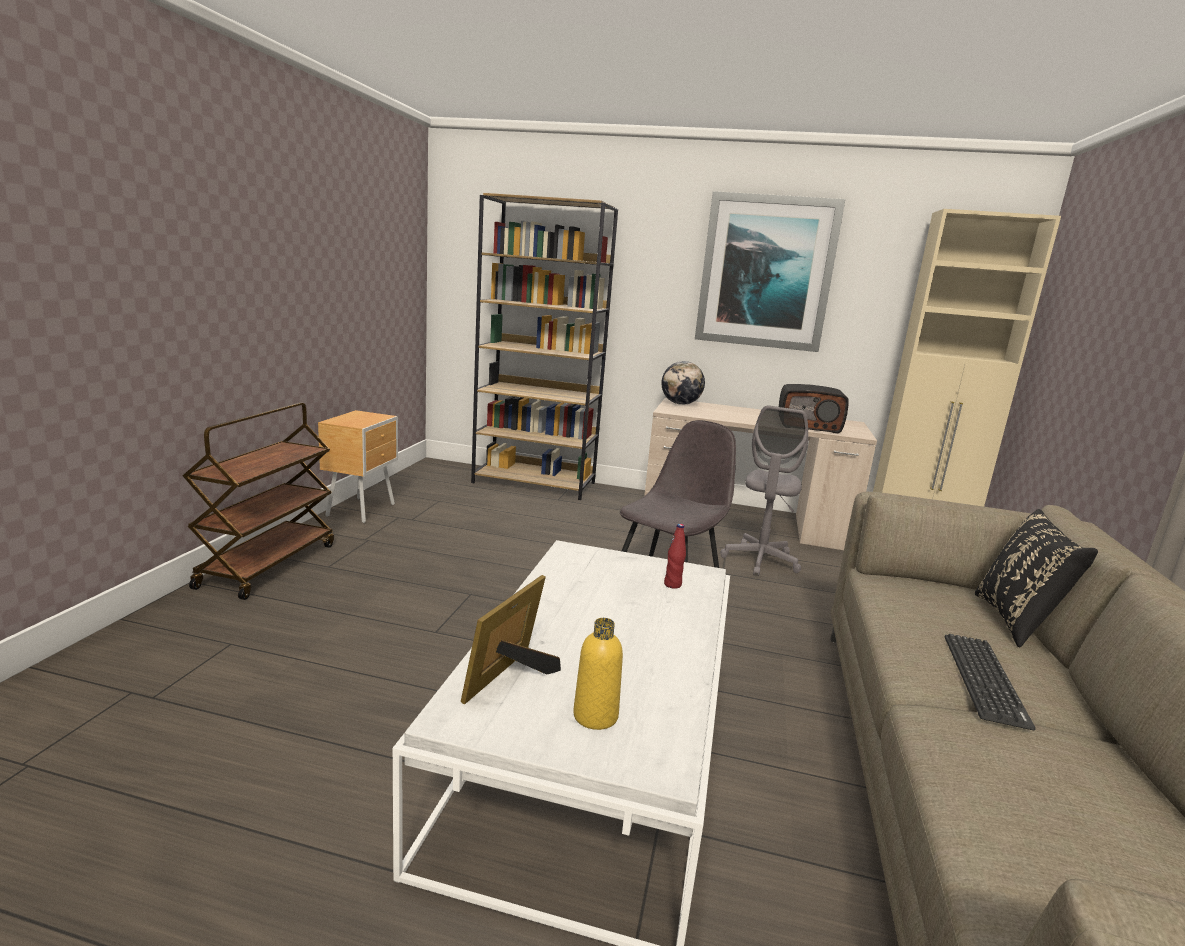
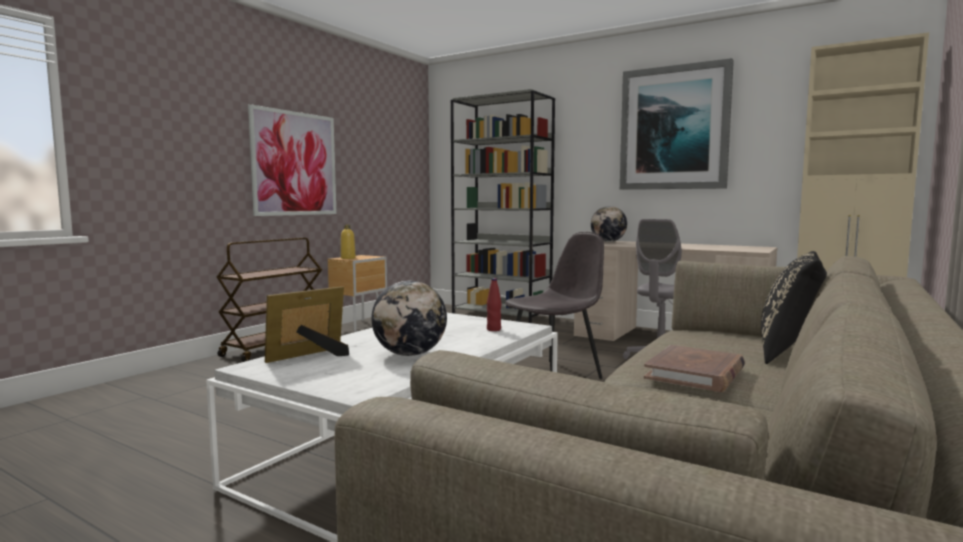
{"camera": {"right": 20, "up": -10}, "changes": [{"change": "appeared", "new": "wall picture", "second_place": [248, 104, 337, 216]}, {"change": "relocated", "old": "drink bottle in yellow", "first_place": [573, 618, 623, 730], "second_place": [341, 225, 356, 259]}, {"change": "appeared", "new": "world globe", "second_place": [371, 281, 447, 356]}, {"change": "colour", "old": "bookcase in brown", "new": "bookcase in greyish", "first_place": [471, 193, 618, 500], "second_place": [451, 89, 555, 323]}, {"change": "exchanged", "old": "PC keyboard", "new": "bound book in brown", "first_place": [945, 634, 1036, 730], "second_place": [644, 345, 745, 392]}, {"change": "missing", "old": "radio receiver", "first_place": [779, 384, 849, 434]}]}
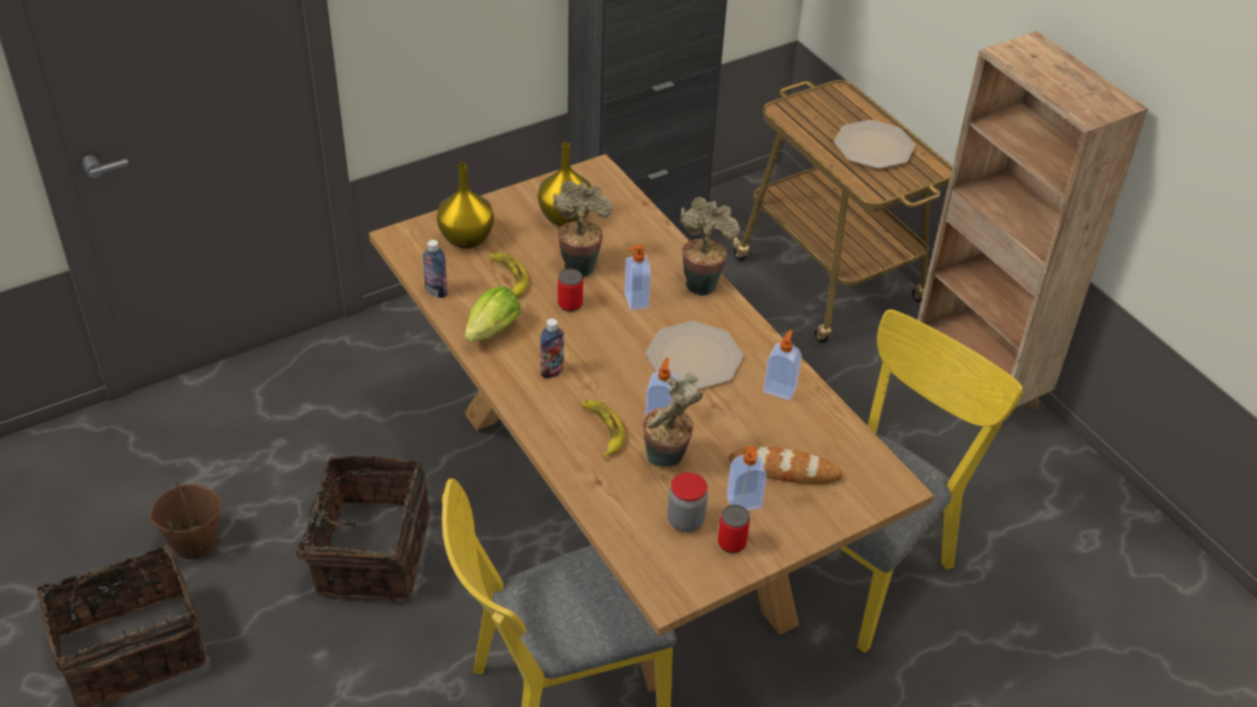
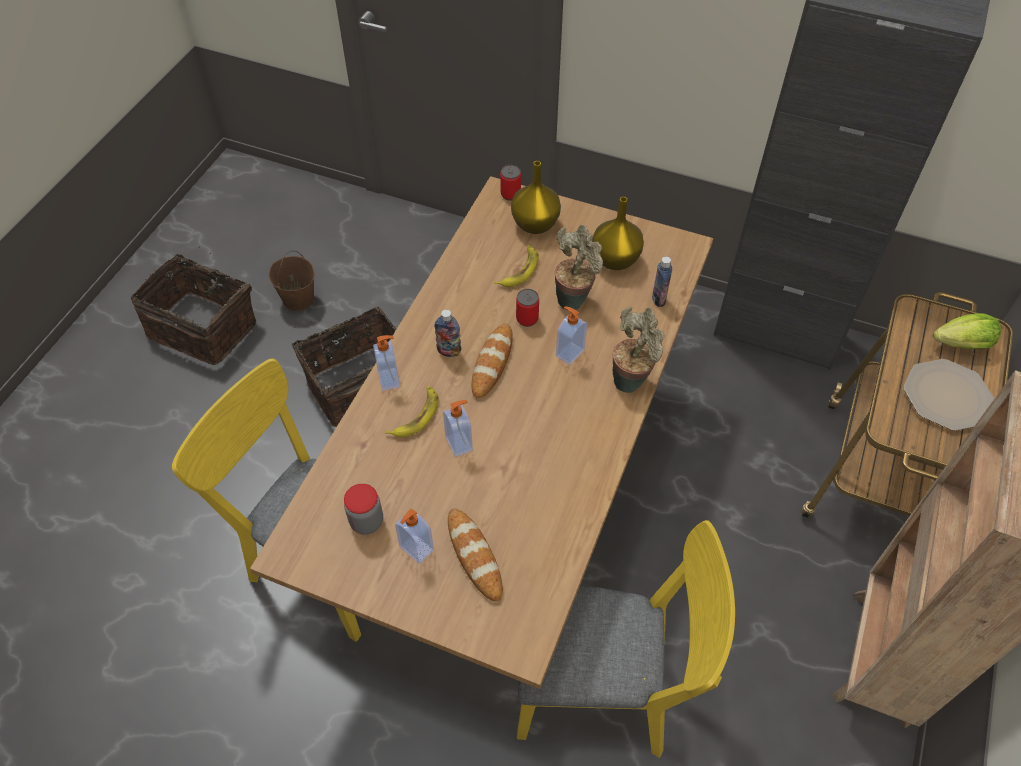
{"camera": {"right": 55, "up": 10}, "changes": [{"change": "relocated", "old": "liquid soap bottle", "first_place": [763, 330, 802, 400], "second_place": [373, 335, 400, 391]}, {"change": "appeared", "new": "bread", "second_place": [471, 324, 513, 398]}, {"change": "relocated", "old": "can", "first_place": [718, 505, 750, 553], "second_place": [500, 165, 521, 201]}, {"change": "relocated", "old": "drink bottle", "first_place": [423, 240, 448, 298], "second_place": [652, 257, 672, 307]}, {"change": "relocated", "old": "lettuce head", "first_place": [465, 286, 520, 342], "second_place": [934, 313, 1001, 349]}, {"change": "missing", "old": "houseplant", "first_place": [643, 373, 703, 467]}, {"change": "missing", "old": "dinner plate", "first_place": [646, 321, 743, 390]}]}
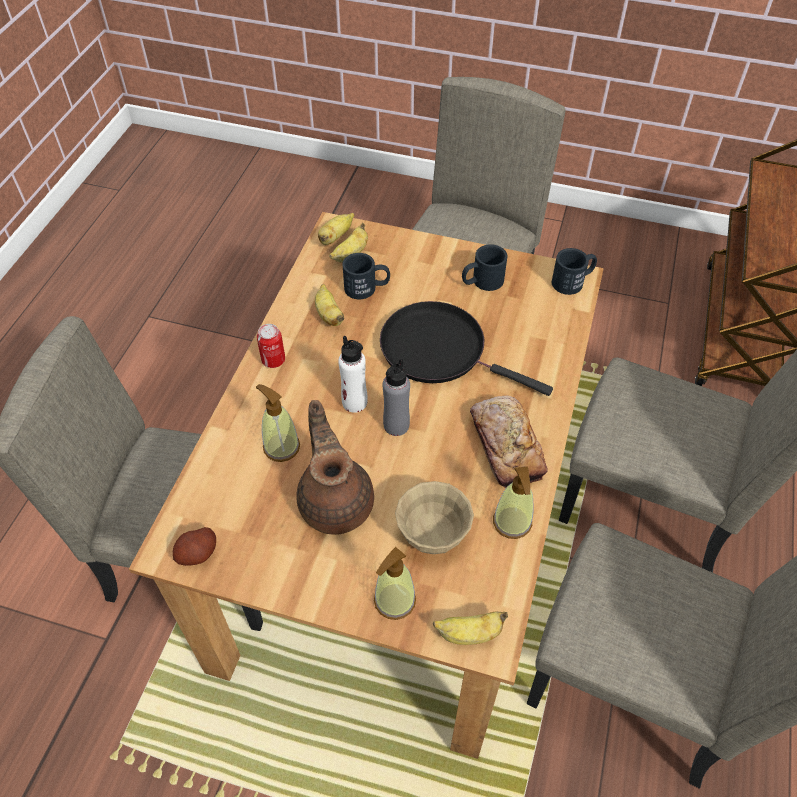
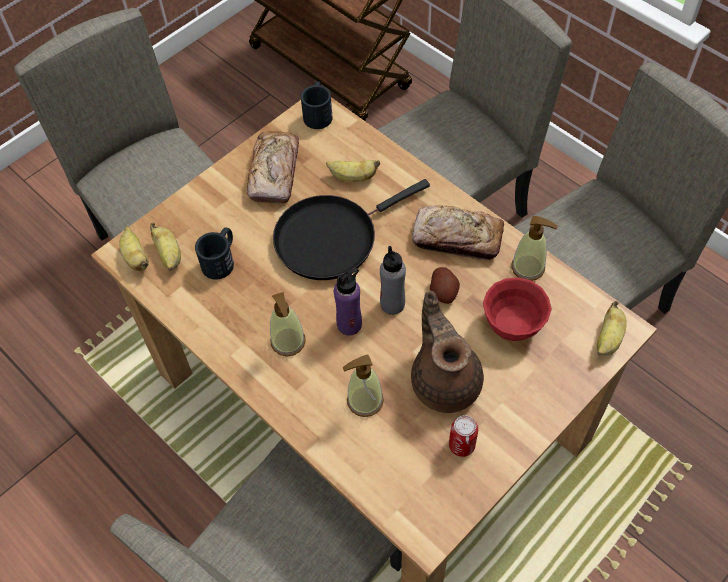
{"camera": {"right": -60, "up": 5}, "changes": [{"change": "exchanged", "old": "mug in black-coloured", "new": "bread", "first_place": [462, 244, 508, 291], "second_place": [247, 131, 299, 204]}, {"change": "relocated", "old": "liquid soap bottle", "first_place": [374, 547, 416, 620], "second_place": [270, 292, 306, 357]}, {"change": "relocated", "old": "banana fruit", "first_place": [315, 284, 345, 326], "second_place": [326, 160, 380, 182]}, {"change": "colour", "old": "drink bottle in whitish", "new": "drink bottle in purple", "first_place": [338, 336, 368, 413], "second_place": [334, 268, 362, 335]}, {"change": "spun", "old": "tea pot in brown", "first_place": [296, 400, 374, 535], "second_place": [411, 291, 484, 413], "degrees": 60}, {"change": "relocated", "old": "whole potato", "first_place": [173, 527, 216, 566], "second_place": [430, 267, 460, 304]}, {"change": "relocated", "old": "can", "first_place": [257, 324, 285, 368], "second_place": [449, 415, 478, 457]}, {"change": "colour", "old": "serving bowl in beige-coloured", "new": "serving bowl in red", "first_place": [395, 481, 474, 554], "second_place": [483, 277, 552, 341]}]}
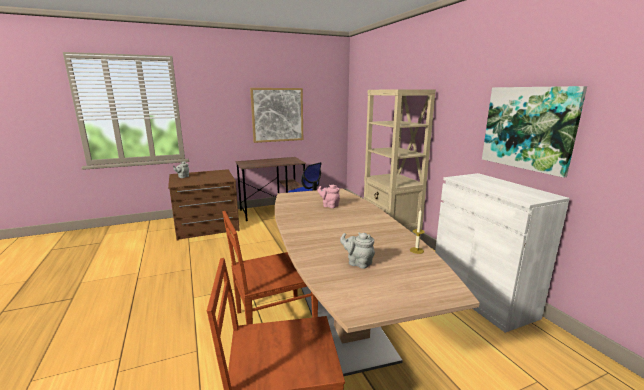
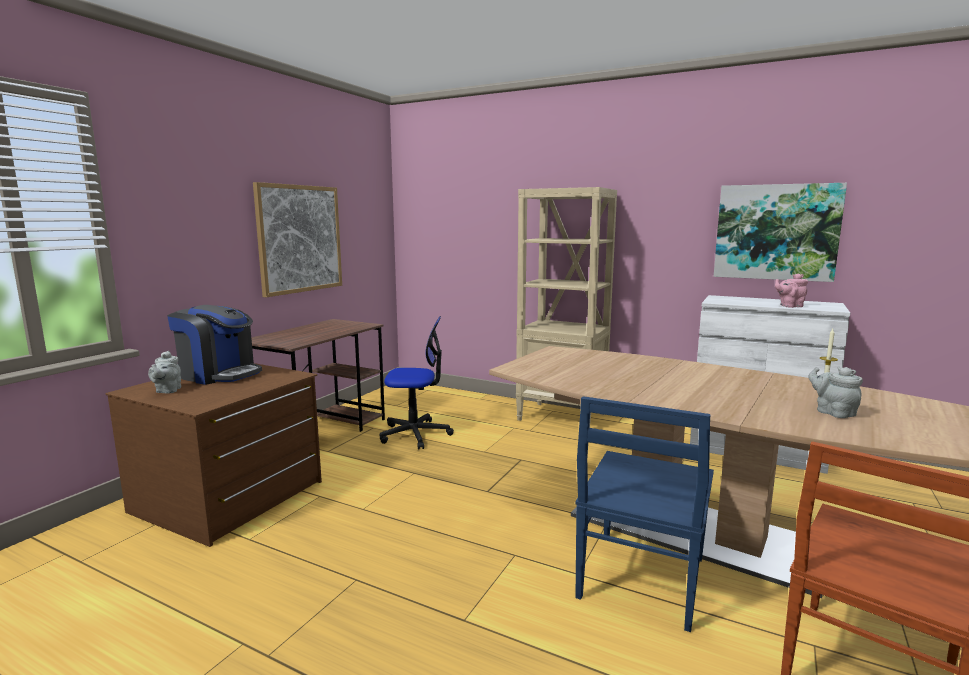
{"camera": {"right": -40, "up": -5}, "changes": [{"change": "appeared", "new": "coffee brewer", "second_place": [167, 305, 262, 385]}, {"change": "colour", "old": "upright chair in brown", "new": "upright chair in blue-coloured", "first_place": [222, 211, 318, 325], "second_place": [575, 396, 714, 632]}, {"change": "relocated", "old": "tea pot in pinkish", "first_place": [318, 184, 340, 208], "second_place": [775, 274, 808, 308]}, {"change": "spun", "old": "tea pot in greyish", "first_place": [340, 233, 375, 269], "second_place": [809, 367, 863, 418], "degrees": 75}]}
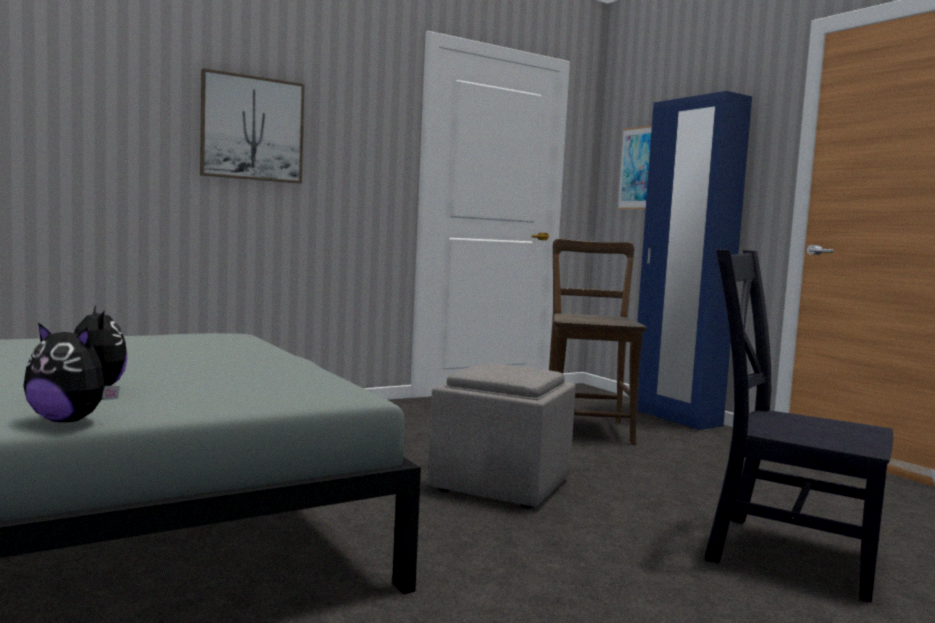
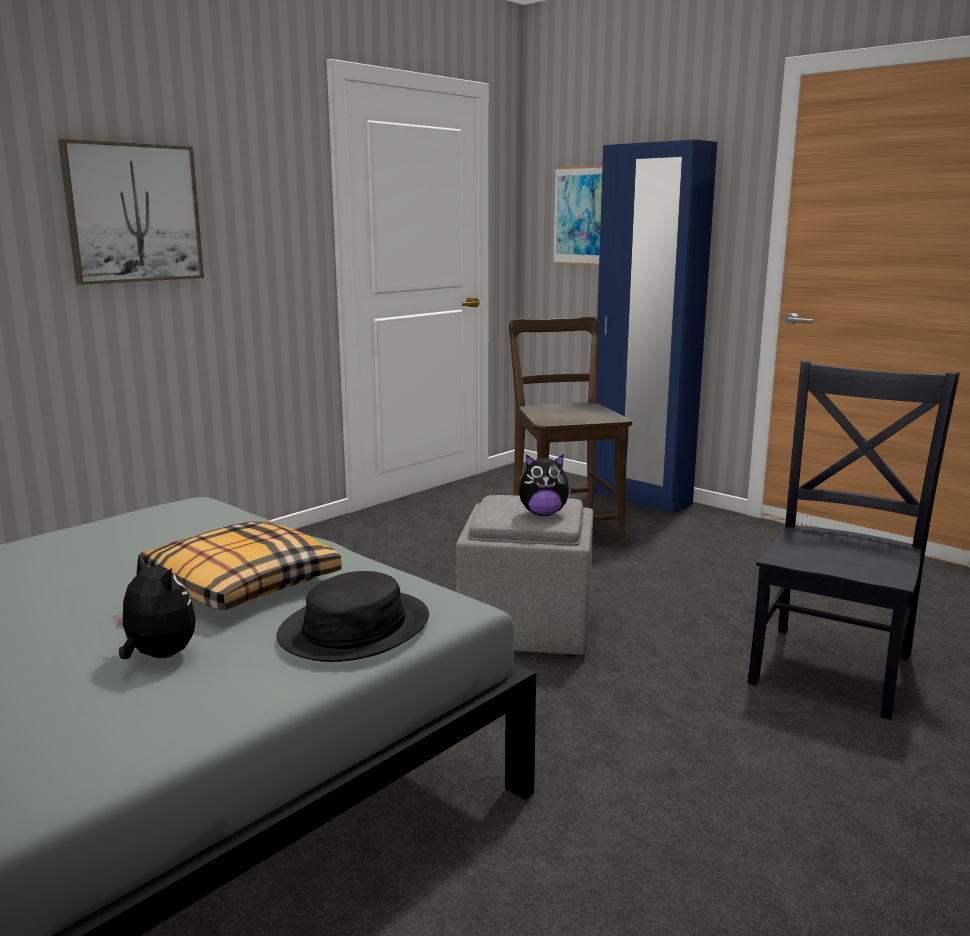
{"camera": {"right": -15, "up": 10}, "changes": [{"change": "appeared", "new": "throw pillow", "second_place": [141, 521, 342, 610]}, {"change": "appeared", "new": "hat in black-coloured", "second_place": [276, 571, 429, 662]}, {"change": "relocated", "old": "plush toy", "first_place": [23, 323, 120, 422], "second_place": [519, 454, 571, 516]}, {"change": "spun", "old": "upright chair in black-coloured", "first_place": [704, 249, 893, 602], "second_place": [747, 360, 960, 720], "degrees": 105}]}
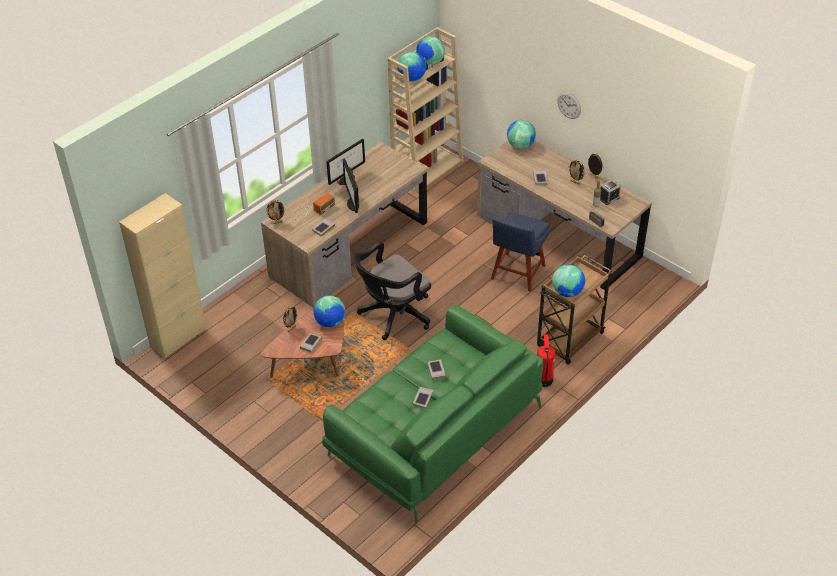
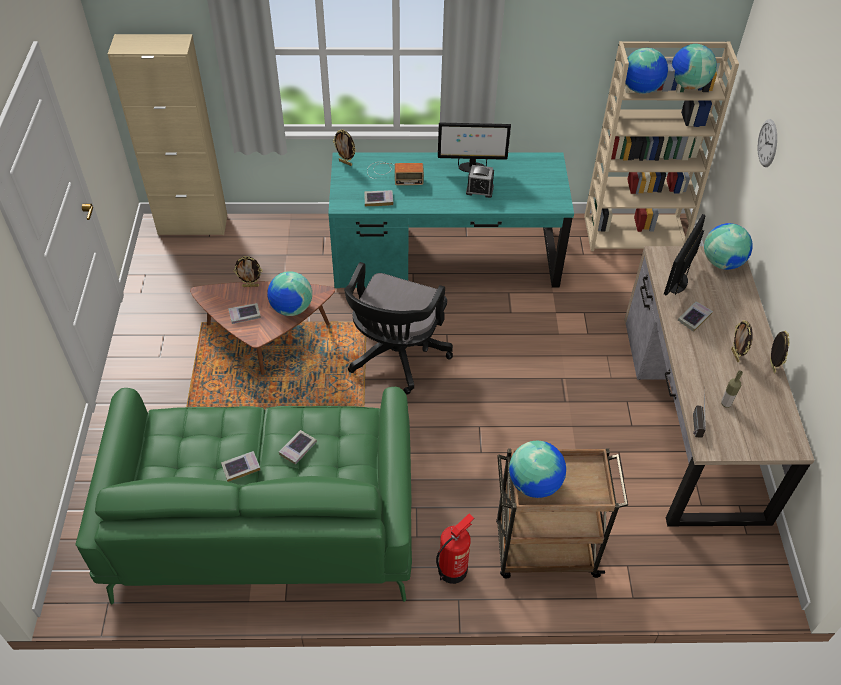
{"camera": {"right": 45, "up": 5}, "changes": [{"change": "colour", "old": "desk in brown", "new": "desk in turquoise", "first_place": [261, 142, 427, 308], "second_place": [328, 152, 574, 288]}, {"change": "spun", "old": "office chair in black-coloured", "first_place": [354, 241, 431, 340], "second_place": [344, 262, 453, 395], "degrees": -75}, {"change": "relocated", "old": "alarm clock", "first_place": [600, 179, 621, 205], "second_place": [466, 165, 494, 198]}, {"change": "relocated", "old": "computer screen", "first_place": [343, 159, 359, 213], "second_place": [664, 214, 705, 295]}, {"change": "relocated", "old": "clock on the wall", "first_place": [557, 92, 581, 119], "second_place": [758, 119, 777, 167]}, {"change": "missing", "old": "upright chair in blue-coloured", "first_place": [491, 212, 550, 292]}]}
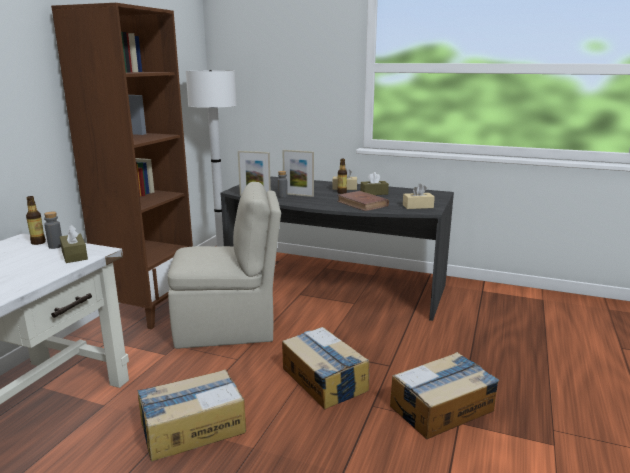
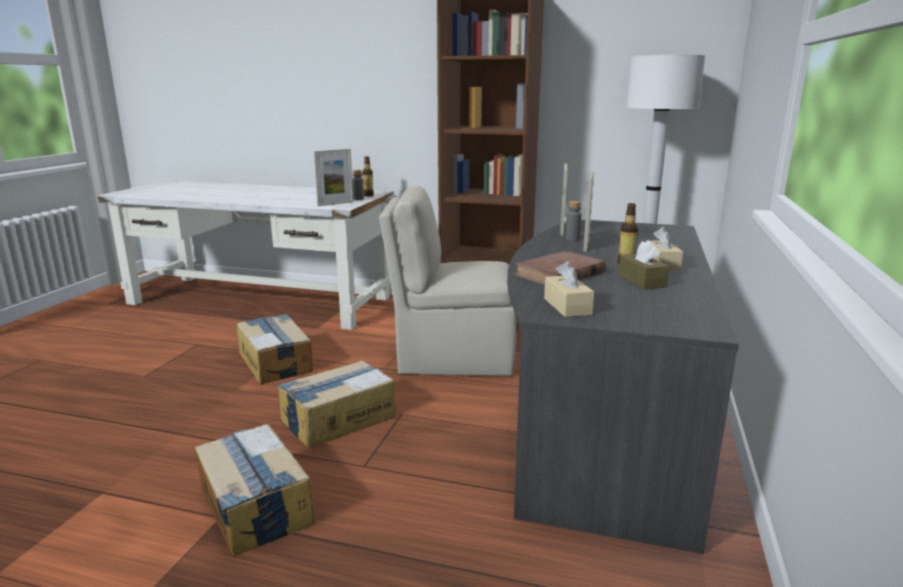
{"camera": {"right": 85, "up": 0}, "changes": [{"change": "exchanged", "old": "tissue holder in brown", "new": "standing frame", "first_place": [60, 225, 88, 263], "second_place": [314, 149, 353, 206]}, {"change": "spun", "old": "upright chair in beige-coloured", "first_place": [168, 182, 281, 349], "second_place": [379, 186, 516, 376], "degrees": 105}]}
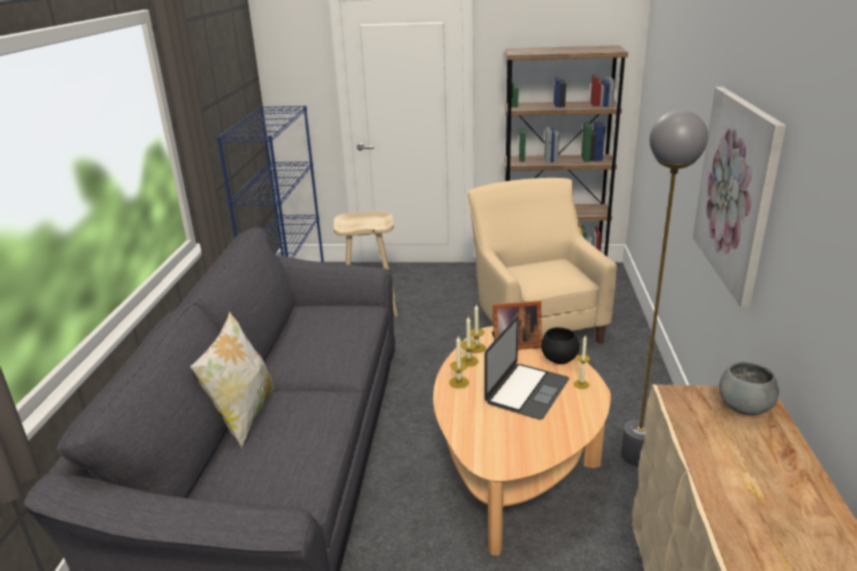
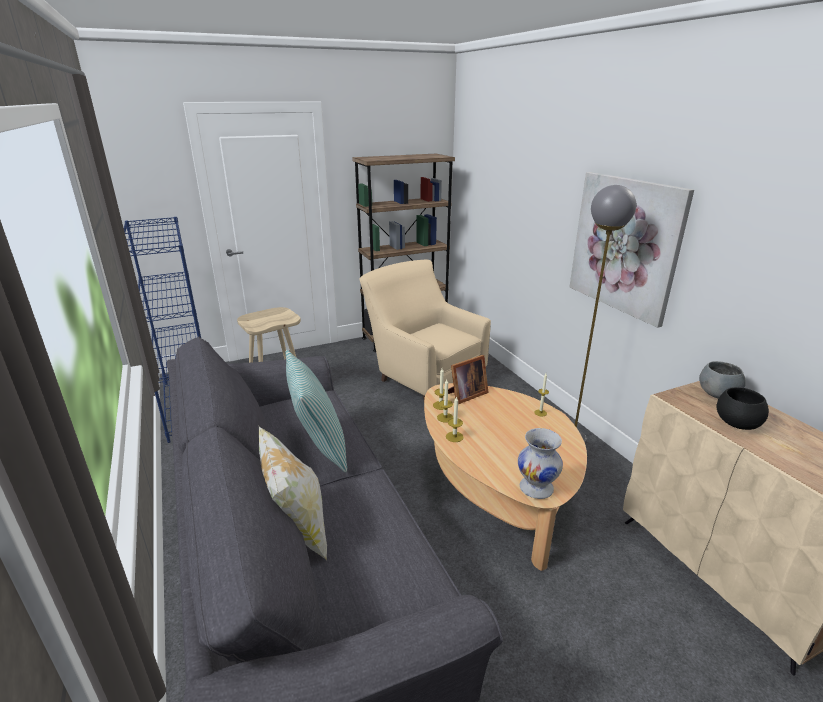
{"camera": {"right": -30, "up": 0}, "changes": [{"change": "appeared", "new": "throw pillow", "second_place": [285, 350, 347, 472]}, {"change": "appeared", "new": "flower vase in whitish", "second_place": [518, 428, 563, 499]}, {"change": "relocated", "old": "serving bowl in black-coloured", "first_place": [541, 327, 579, 364], "second_place": [716, 387, 769, 430]}, {"change": "missing", "old": "laptop", "first_place": [484, 316, 569, 420]}]}
